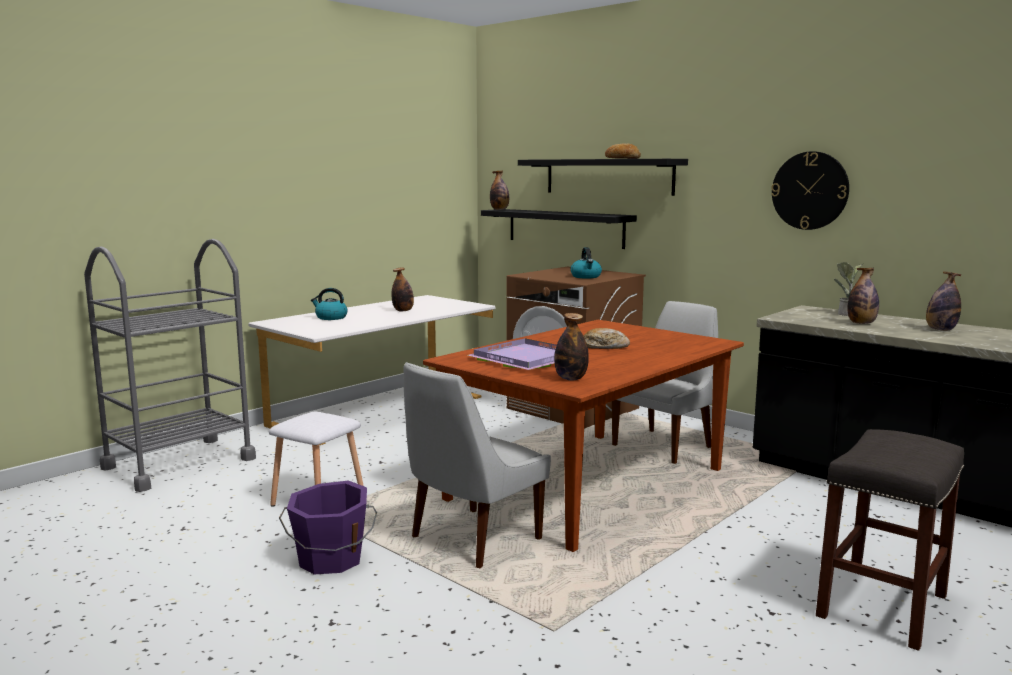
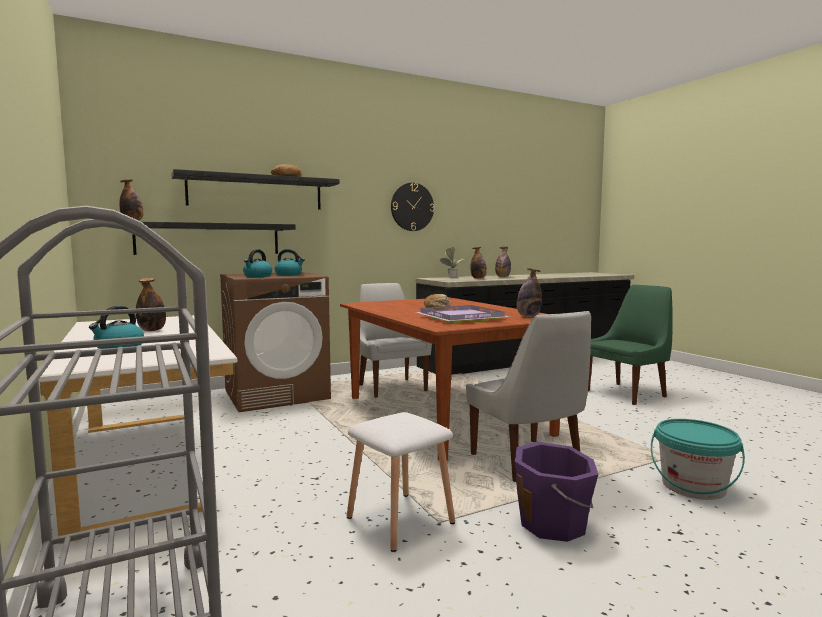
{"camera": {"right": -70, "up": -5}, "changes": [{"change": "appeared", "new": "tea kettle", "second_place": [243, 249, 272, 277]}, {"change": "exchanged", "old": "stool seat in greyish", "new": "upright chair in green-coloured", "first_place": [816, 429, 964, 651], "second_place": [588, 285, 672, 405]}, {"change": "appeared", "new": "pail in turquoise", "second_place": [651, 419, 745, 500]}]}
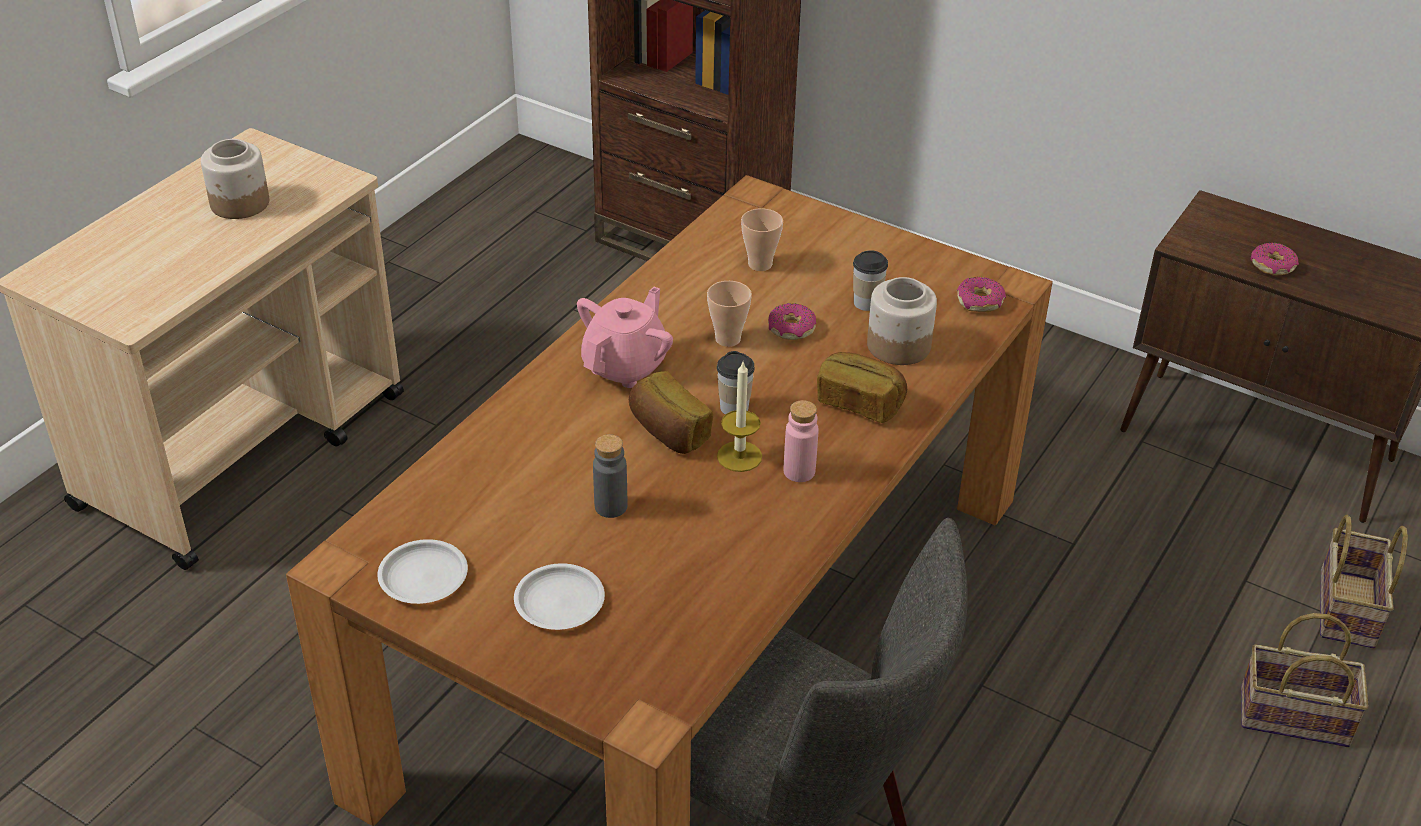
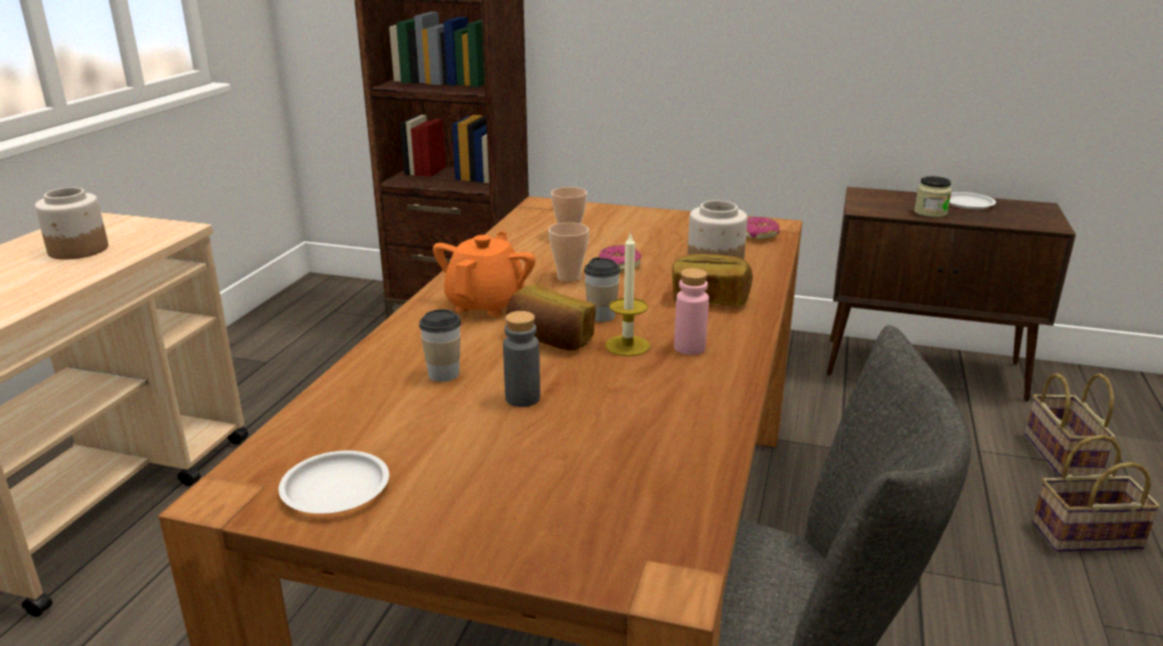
{"camera": {"right": -15, "up": -15}, "changes": [{"change": "relocated", "old": "drinking cup", "first_place": [853, 250, 888, 311], "second_place": [419, 309, 461, 382]}, {"change": "colour", "old": "tea pot in pinkish", "new": "tea pot in orange-coloured", "first_place": [577, 287, 673, 388], "second_place": [433, 231, 536, 317]}, {"change": "exchanged", "old": "ring doughnut", "new": "storage jar", "first_place": [1251, 243, 1299, 275], "second_place": [914, 176, 952, 218]}, {"change": "relocated", "old": "dinner plate in whitish", "first_place": [514, 563, 605, 630], "second_place": [949, 192, 996, 209]}]}
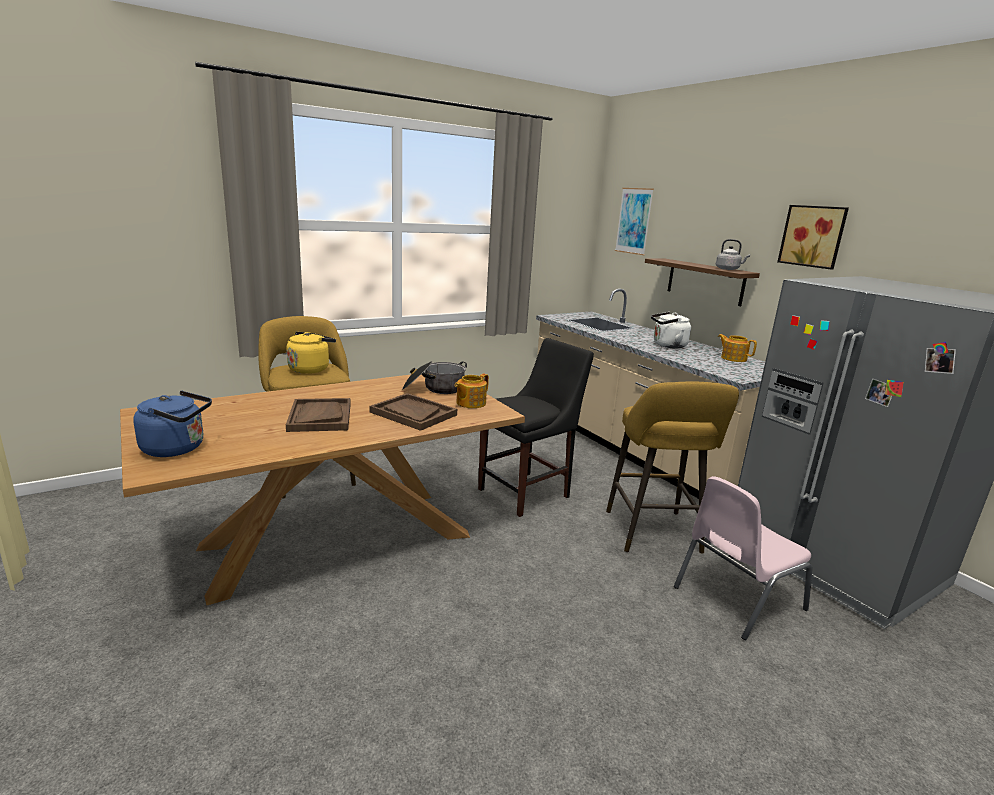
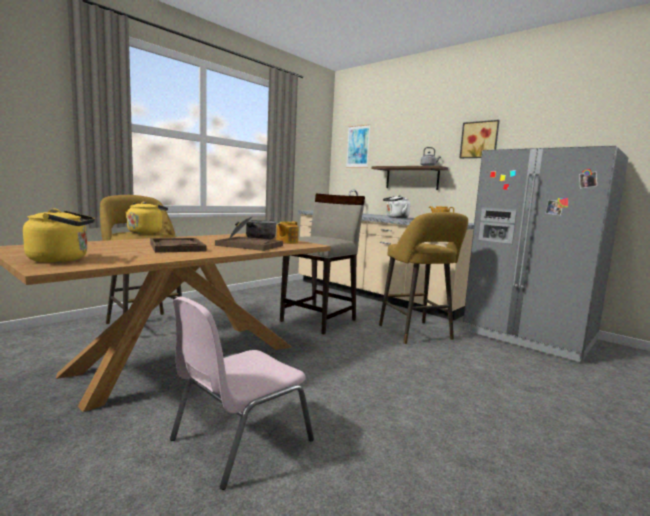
{"camera": {"right": -15, "up": -10}, "changes": [{"change": "colour", "old": "tea kettle in blue-coloured", "new": "tea kettle in yellow", "first_place": [133, 391, 212, 457], "second_place": [23, 209, 95, 263]}, {"change": "relocated", "old": "upright chair in pinkish", "first_place": [674, 476, 812, 640], "second_place": [170, 297, 314, 490]}, {"change": "exchanged", "old": "upright chair in black-coloured", "new": "stool seat in beige-coloured", "first_place": [478, 338, 594, 517], "second_place": [280, 193, 365, 335]}]}
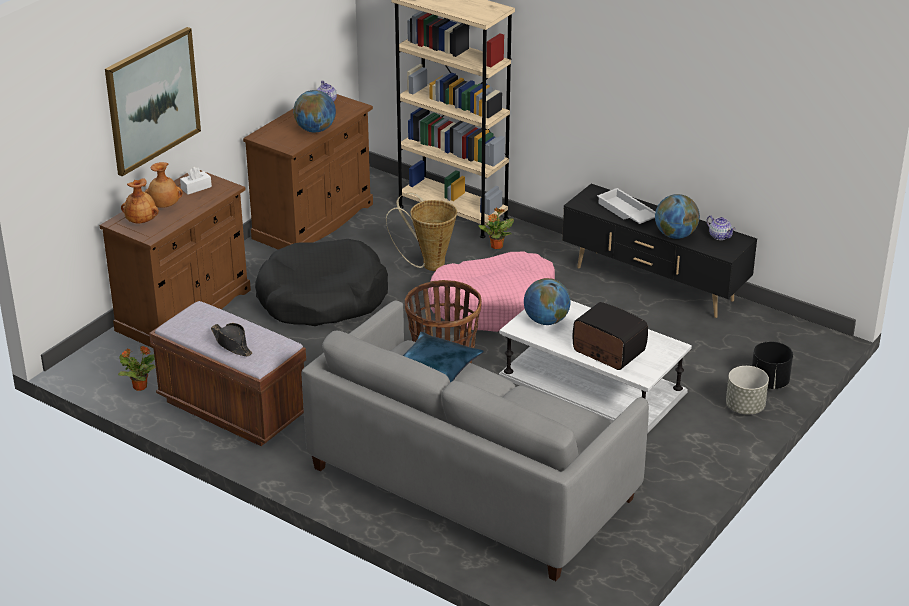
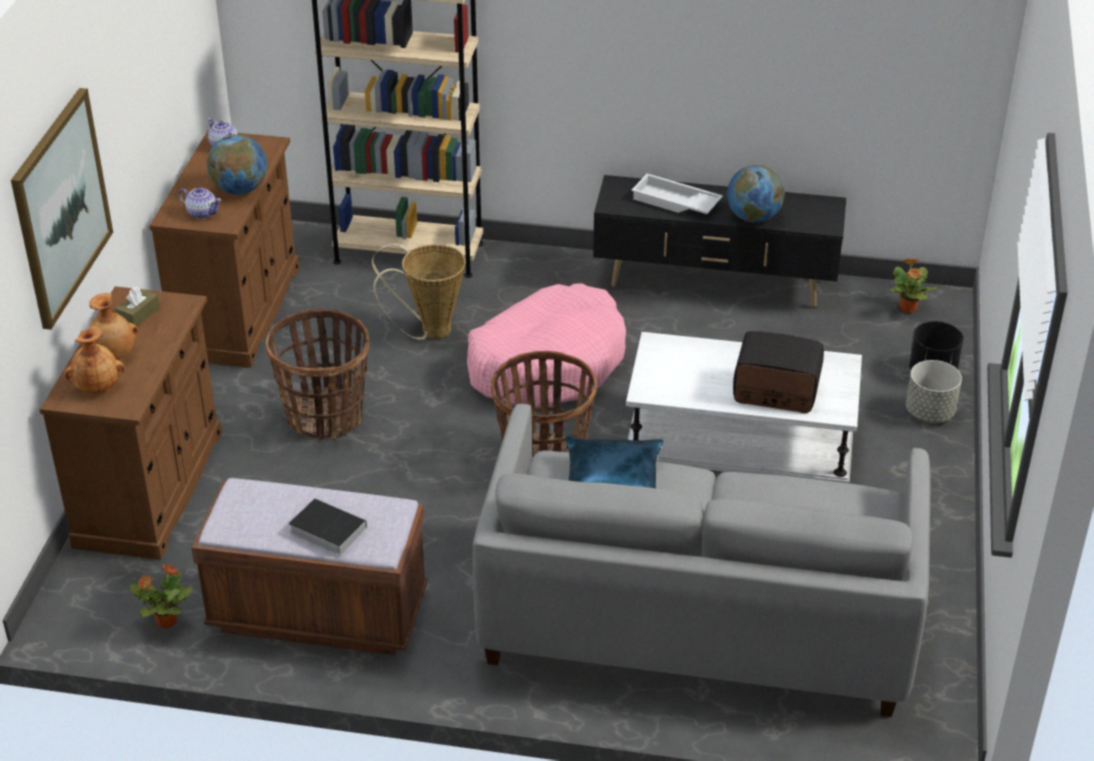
{"camera": {"right": -25, "up": 5}, "changes": [{"change": "colour", "old": "tissue holder in whitish", "new": "tissue holder in brown", "first_place": [180, 167, 212, 195], "second_place": [116, 286, 160, 327]}, {"change": "relocated", "old": "tea pot", "first_place": [706, 216, 736, 240], "second_place": [178, 188, 222, 219]}, {"change": "exchanged", "old": "pet bed in black-coloured", "new": "household basket", "first_place": [255, 239, 388, 326], "second_place": [266, 309, 369, 440]}, {"change": "exchanged", "old": "hat in black-coloured", "new": "bound book", "first_place": [211, 323, 252, 356], "second_place": [289, 498, 367, 555]}, {"change": "relocated", "old": "houseplant", "first_place": [479, 208, 514, 249], "second_place": [890, 258, 937, 313]}, {"change": "missing", "old": "world globe", "first_place": [524, 278, 571, 325]}]}
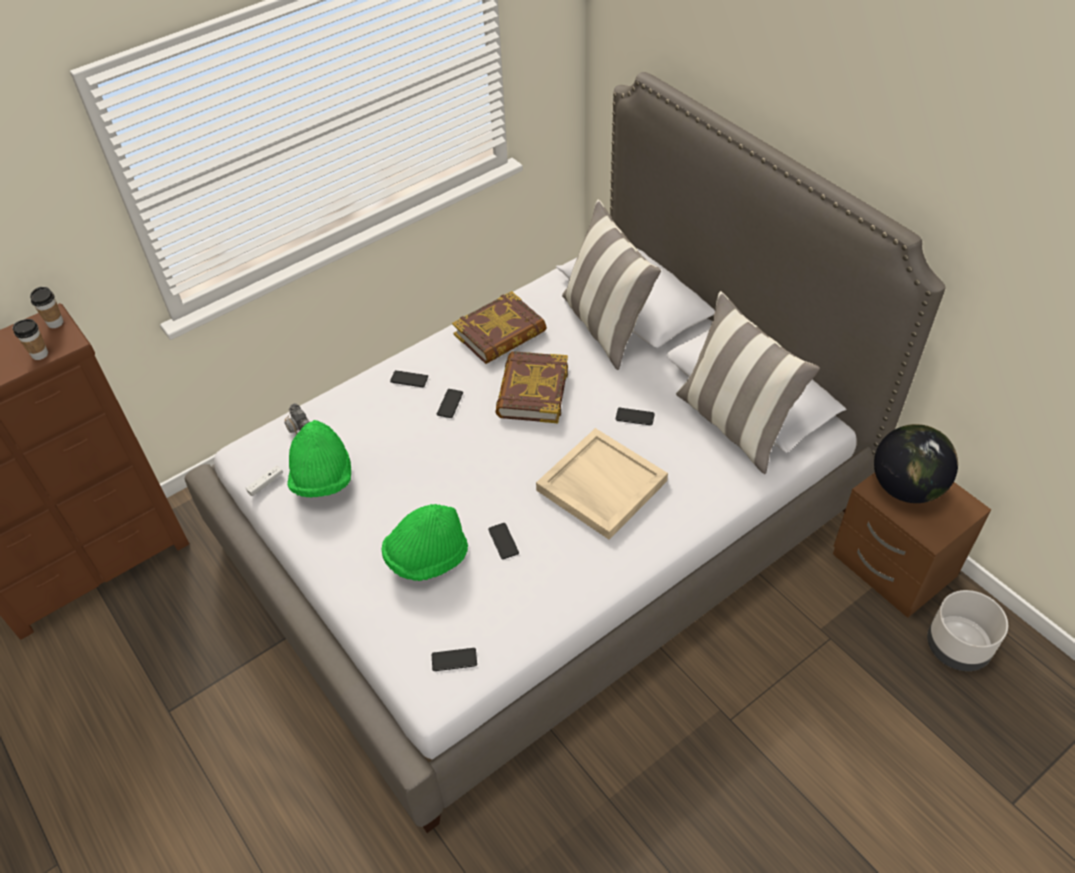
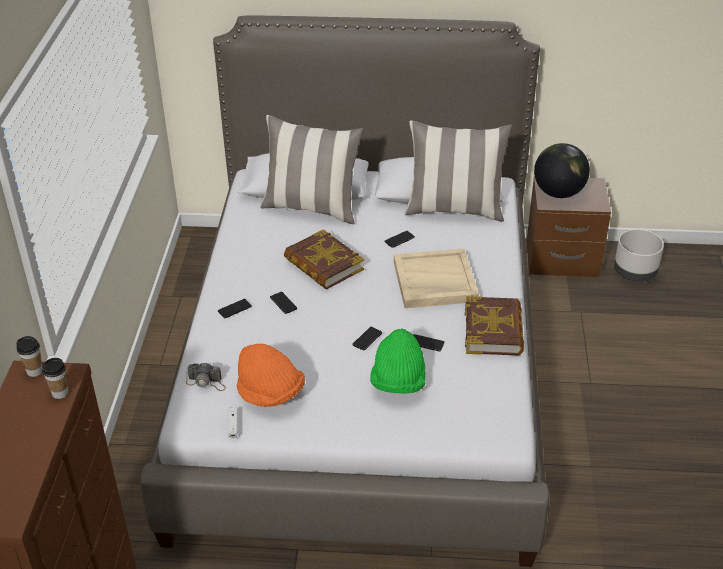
{"camera": {"right": -50, "up": -10}, "changes": [{"change": "colour", "old": "hat in green-coloured", "new": "hat in orange-coloured", "first_place": [288, 420, 351, 497], "second_place": [237, 343, 305, 407]}, {"change": "relocated", "old": "handset", "first_place": [432, 648, 477, 671], "second_place": [352, 327, 382, 351]}, {"change": "relocated", "old": "bound book", "first_place": [452, 291, 547, 364], "second_place": [465, 296, 524, 356]}]}
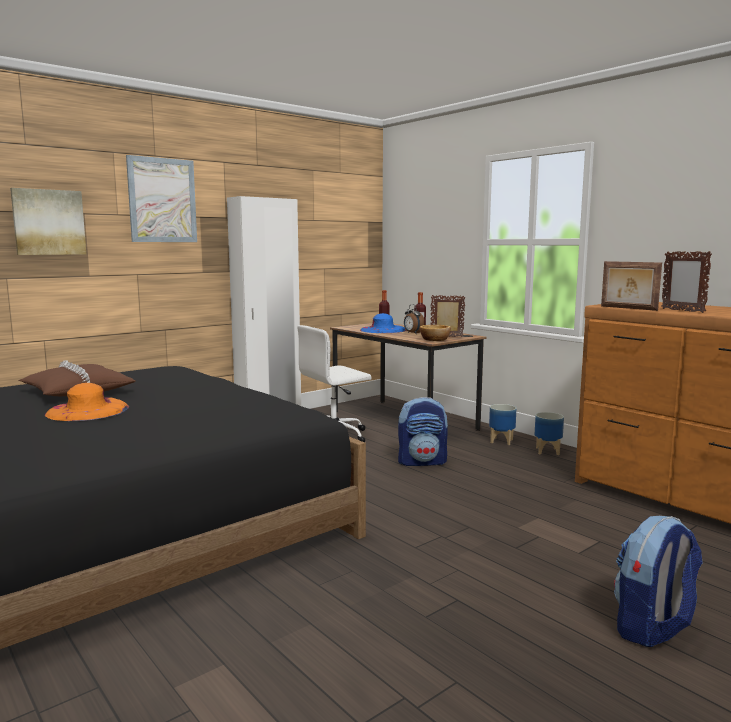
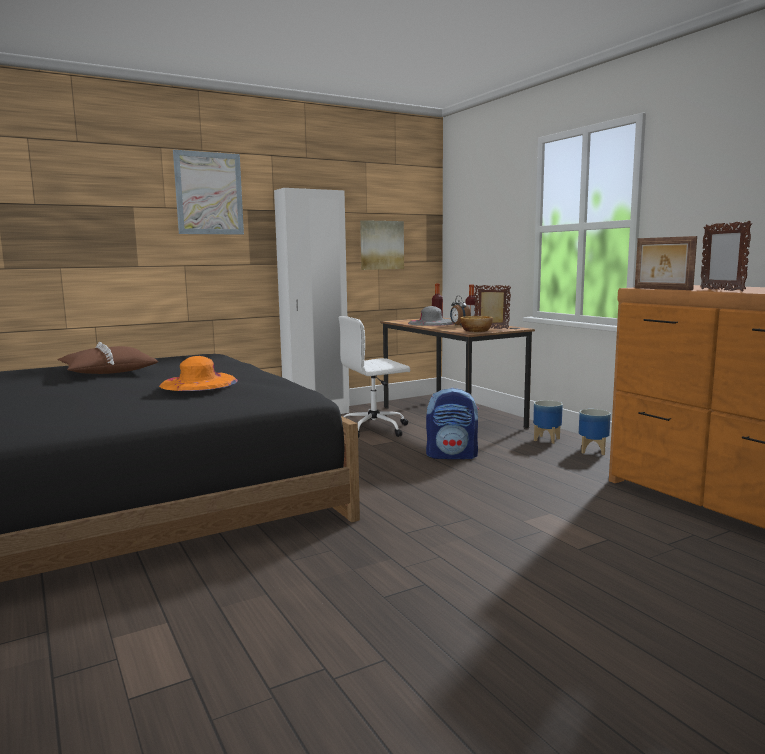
{"camera": {"right": 10, "up": 0}, "changes": [{"change": "relocated", "old": "hat in orange-coloured", "first_place": [45, 383, 129, 421], "second_place": [159, 356, 238, 391]}, {"change": "relocated", "old": "wall picture", "first_place": [10, 188, 86, 255], "second_place": [360, 220, 404, 270]}, {"change": "colour", "old": "hat in blue-coloured", "new": "hat in greyish", "first_place": [360, 313, 406, 333], "second_place": [408, 306, 454, 326]}, {"change": "missing", "old": "rucksack", "first_place": [614, 516, 703, 647]}]}
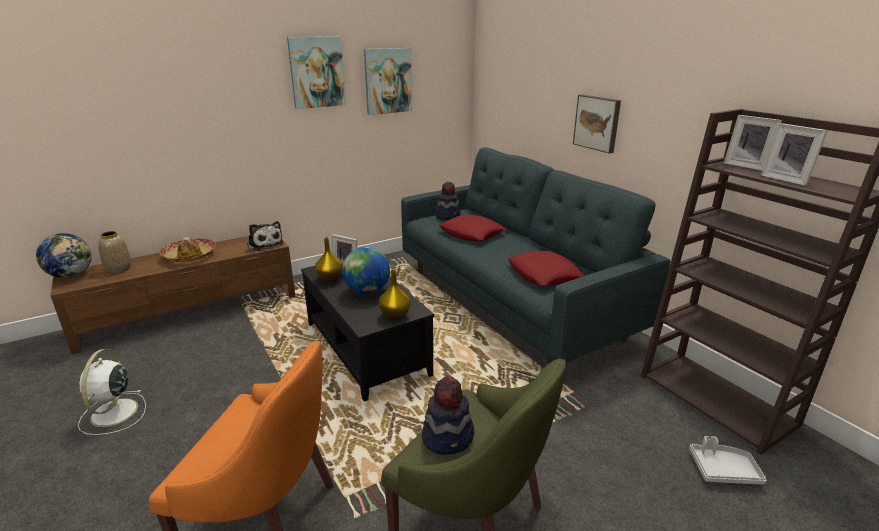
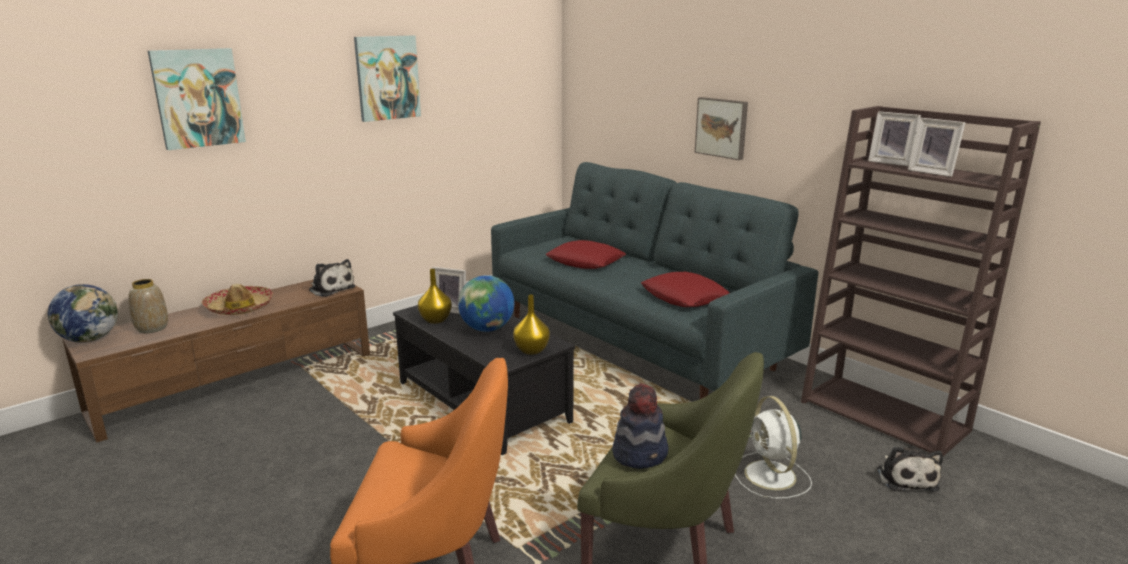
{"camera": {"right": -10, "up": -5}, "changes": [{"change": "relocated", "old": "wall picture", "first_place": [364, 48, 412, 115], "second_place": [148, 48, 246, 150]}, {"change": "relocated", "old": "electric fan in whitish", "first_place": [78, 349, 146, 435], "second_place": [735, 396, 812, 499]}, {"change": "exchanged", "old": "tray in greyish", "new": "plush toy", "first_place": [689, 436, 767, 484], "second_place": [877, 446, 943, 492]}, {"change": "missing", "old": "hat", "first_place": [435, 182, 461, 220]}]}
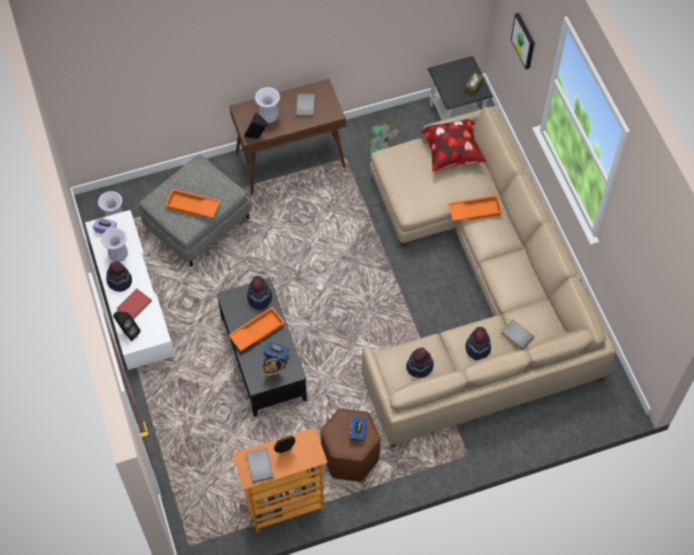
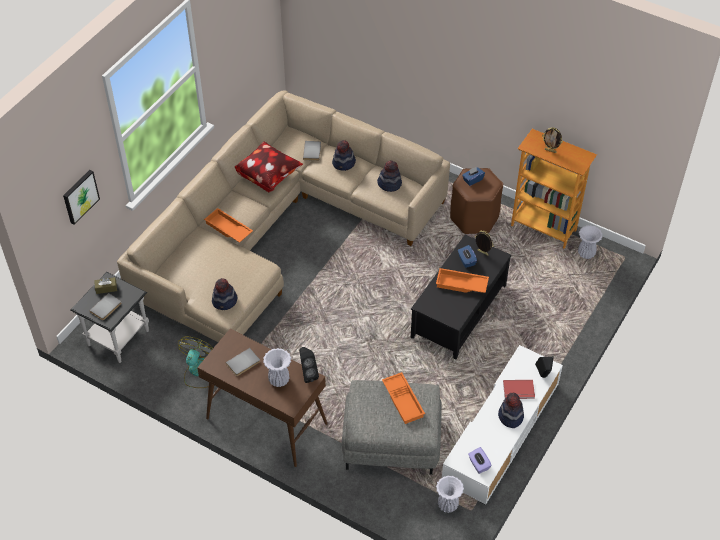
{"camera": {"right": -130, "up": -10}, "changes": [{"change": "relocated", "old": "bound book in greyish", "first_place": [246, 448, 274, 483], "second_place": [89, 293, 122, 320]}, {"change": "relocated", "old": "hat", "first_place": [247, 276, 272, 310], "second_place": [212, 278, 237, 310]}, {"change": "relocated", "old": "throw pillow", "first_place": [421, 119, 486, 171], "second_place": [235, 142, 303, 193]}, {"change": "relocated", "old": "flower vase in whitish", "first_place": [101, 227, 128, 262], "second_place": [578, 225, 603, 259]}]}
